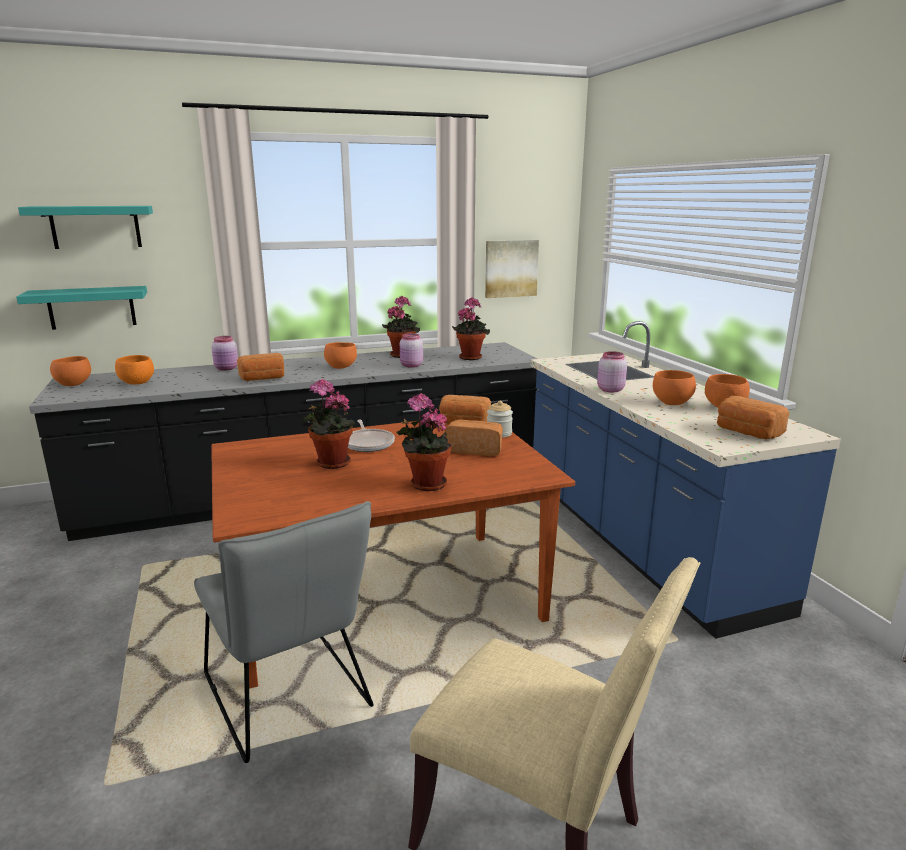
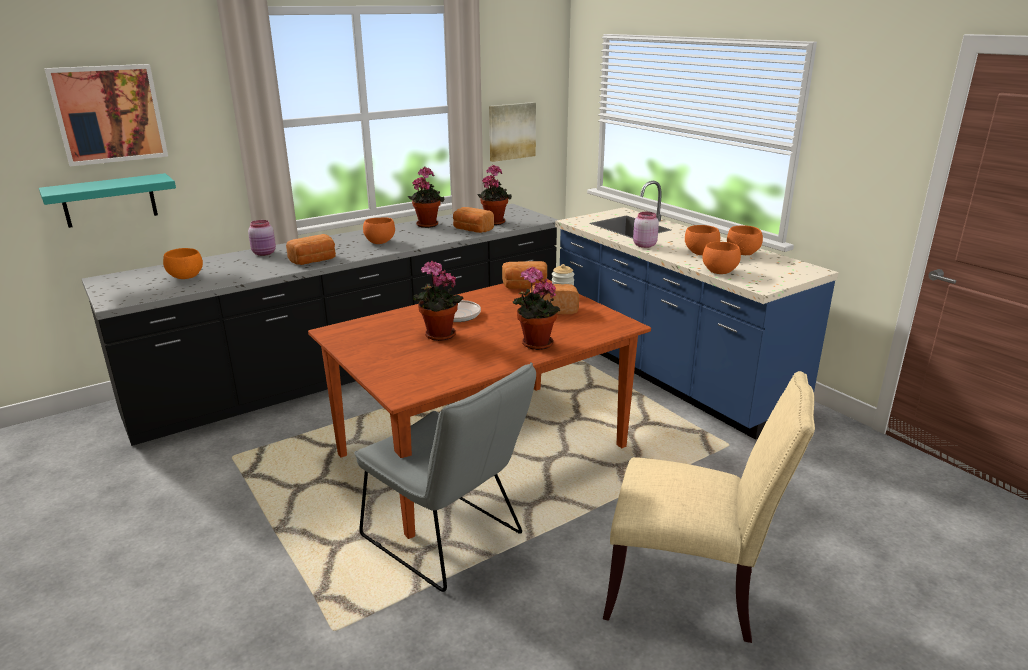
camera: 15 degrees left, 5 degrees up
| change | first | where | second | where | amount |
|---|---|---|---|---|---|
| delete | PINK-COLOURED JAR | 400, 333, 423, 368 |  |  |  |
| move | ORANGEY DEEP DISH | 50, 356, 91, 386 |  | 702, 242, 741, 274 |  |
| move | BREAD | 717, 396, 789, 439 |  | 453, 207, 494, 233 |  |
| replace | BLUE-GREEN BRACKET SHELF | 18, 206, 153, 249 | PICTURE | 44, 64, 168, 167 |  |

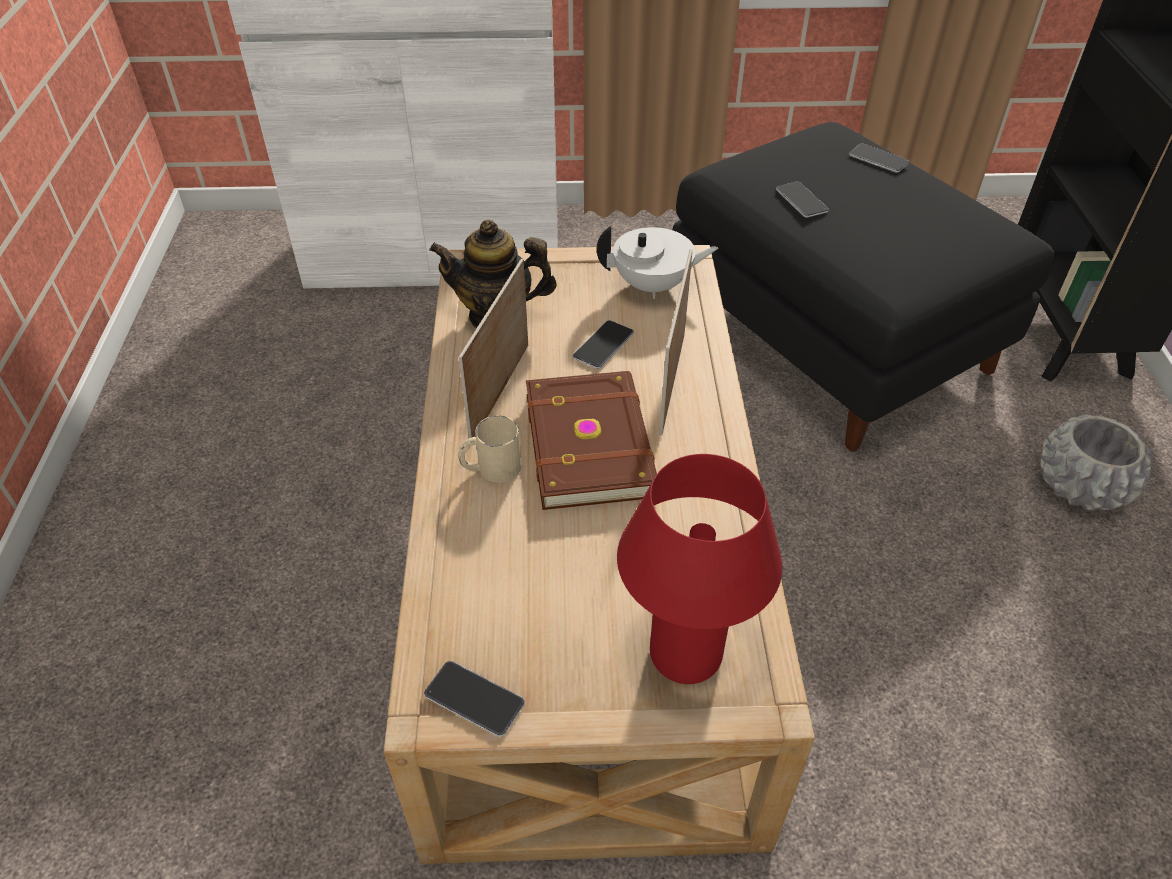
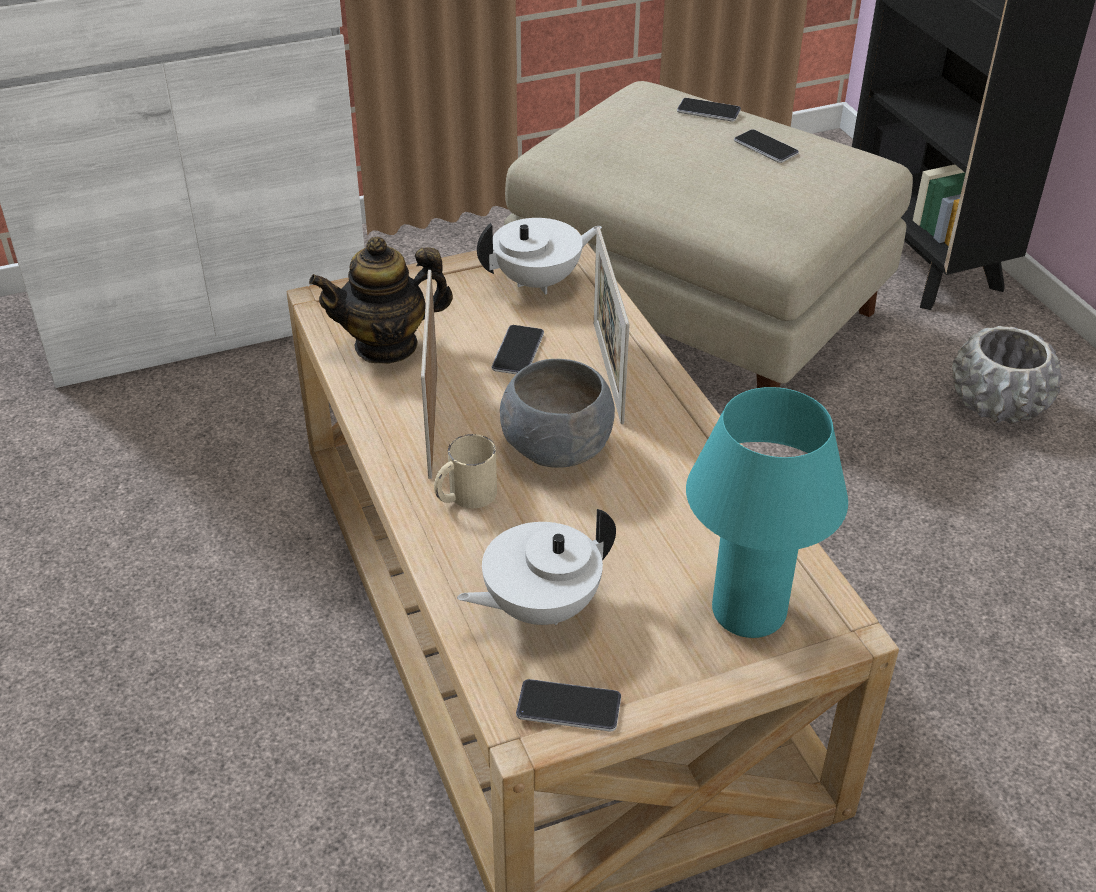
camera: 20 degrees left, 5 degrees down
| change | first | where | second | where | amount |
|---|---|---|---|---|---|
| insert |  |  | WHITE-COLOURED TEAPOT | 457, 509, 616, 625 |  |
| move | PHONE | 776, 182, 829, 217 |  | 734, 129, 799, 163 |  |
| replace | BROWN BOOK | 526, 371, 657, 510 | GREYISH DEEP DISH | 500, 359, 615, 468 |  |
| recolor | RED LAMP FOR A TABLE | 617, 454, 782, 684 | BLUE-GREEN LAMP FOR A TABLE | 686, 387, 848, 638 |  |
| recolor | BLACK-COLOURED OTTOMAN | 673, 122, 1055, 452 | BEIGE-COLOURED OTTOMAN | 504, 81, 913, 388 |  |

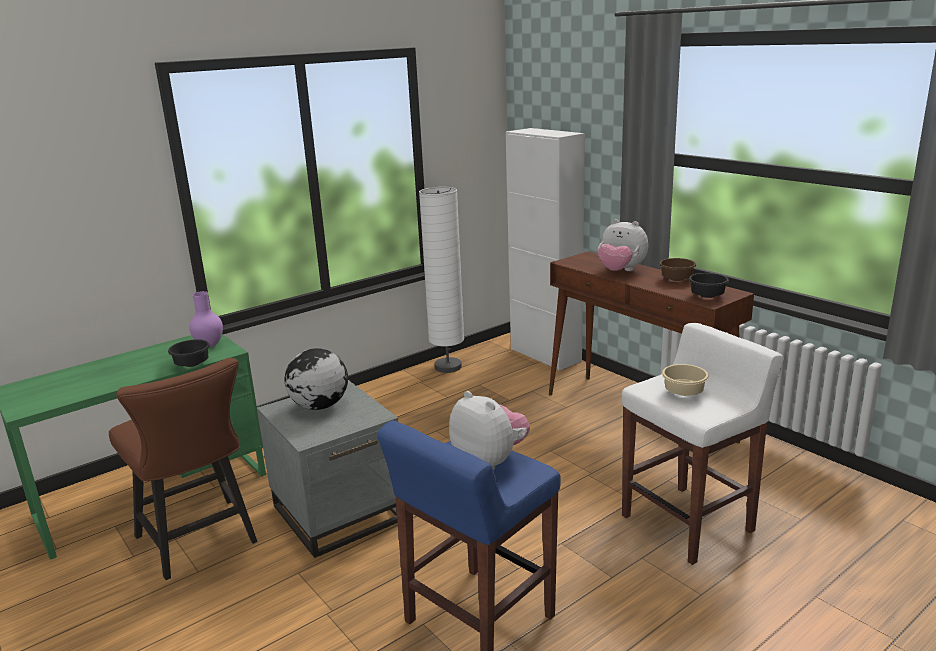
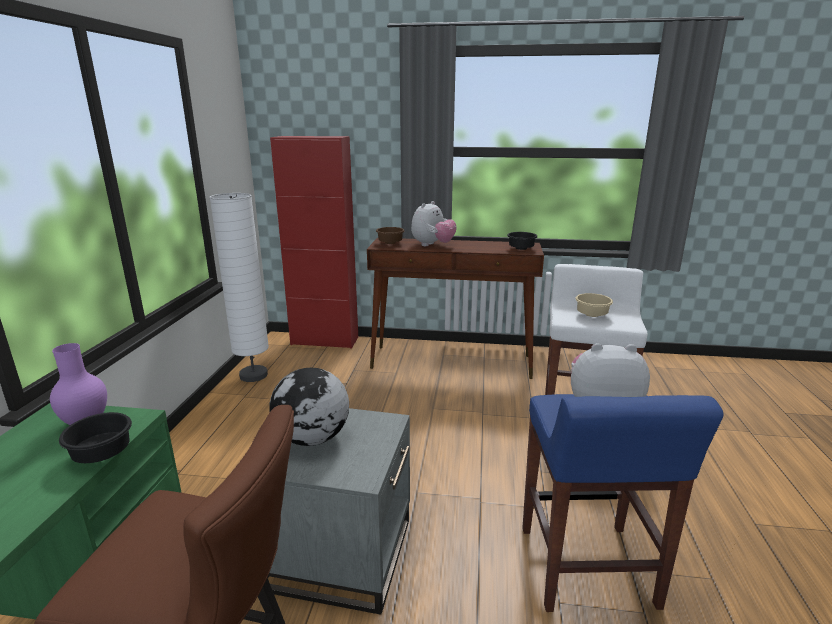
camera: 45 degrees left, 0 degrees up
| change | first | where | second | where | amount |
|---|---|---|---|---|---|
| move | BROWN DEEP DISH | 659, 258, 696, 281 |  | 376, 227, 404, 244 |  |
| recolor | WHITE-COLOURED STORAGE CABINET | 506, 128, 585, 370 | RED STORAGE CABINET | 270, 136, 358, 349 |  |
| rotate | SOFT TOY | 598, 219, 648, 271 |  | 411, 201, 457, 246 | 45 degrees counterclockwise |

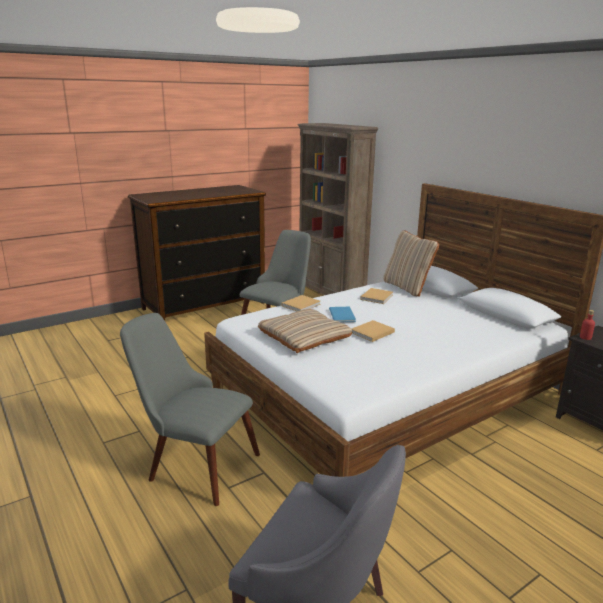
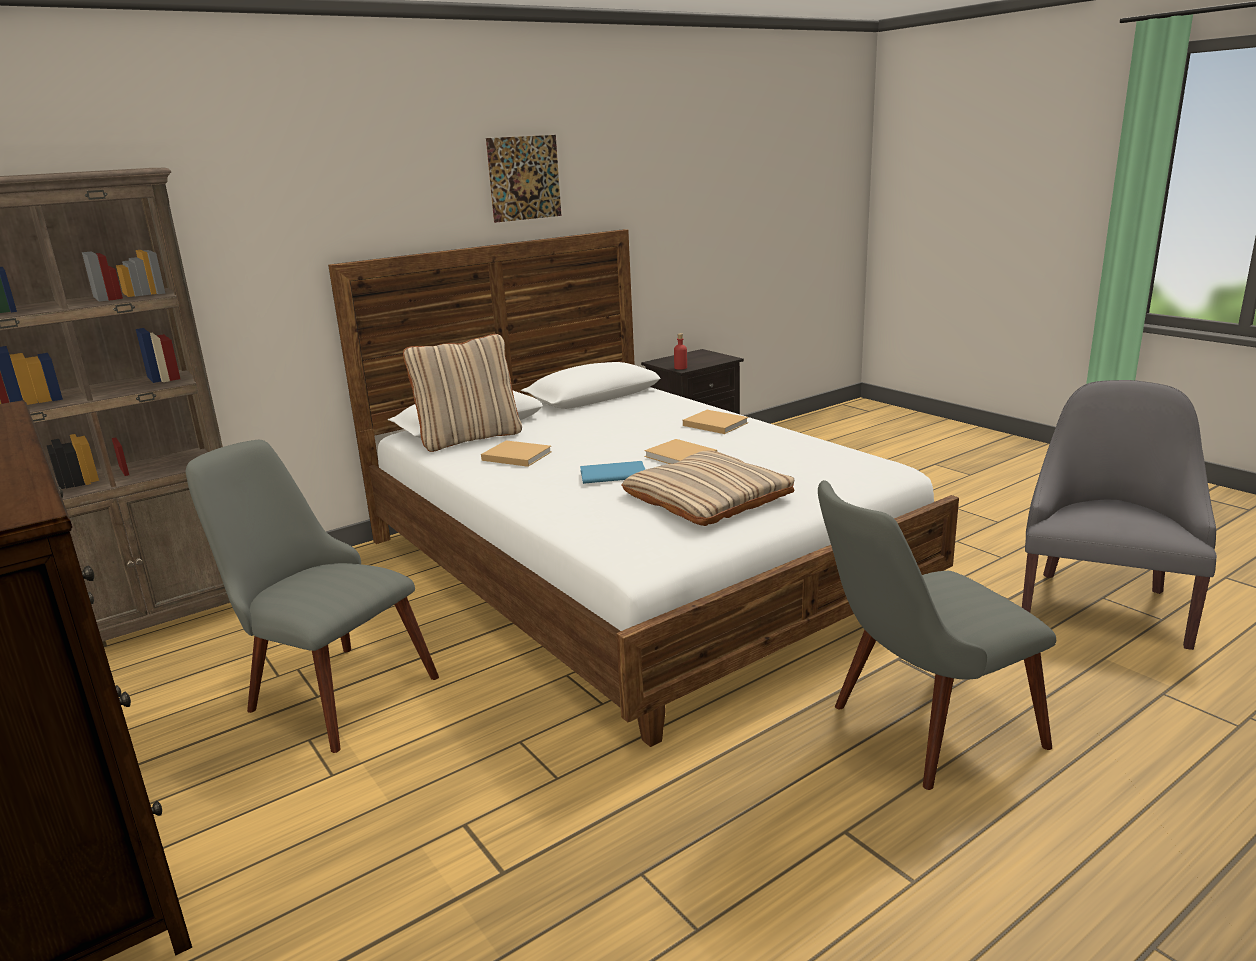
camera: 90 degrees left, 0 degrees up
| change | first | where | second | where | amount |
|---|---|---|---|---|---|
| insert |  |  | PICTURE | 486, 135, 562, 223 |  |
| move | BEIGE-COLOURED BOOK | 282, 295, 321, 311 |  | 683, 410, 748, 434 |  |
| rotate | GREYISH CHAIR | 120, 313, 260, 506 |  | 818, 480, 1056, 790 | 45 degrees clockwise |

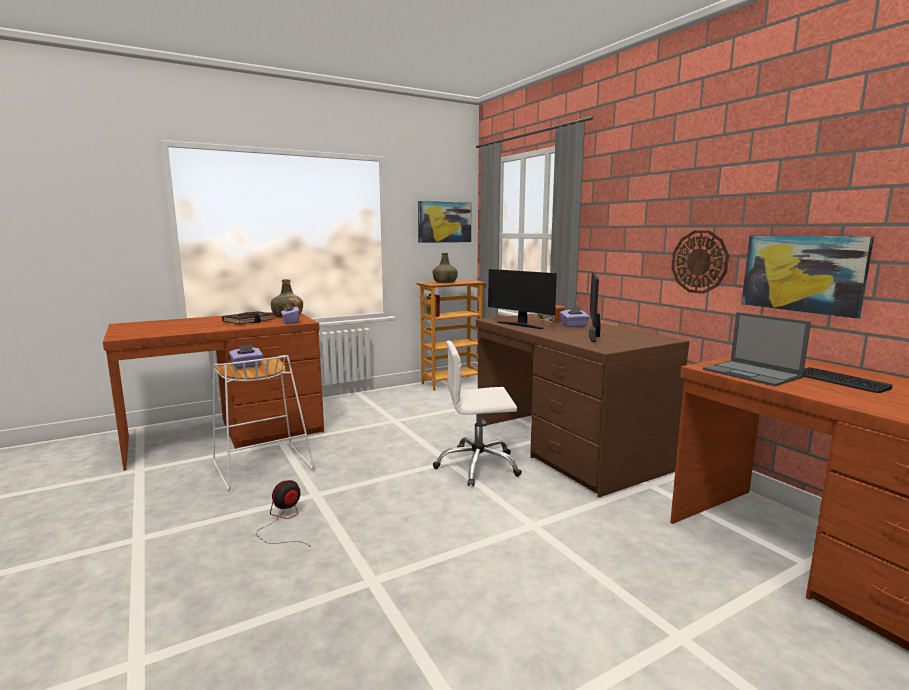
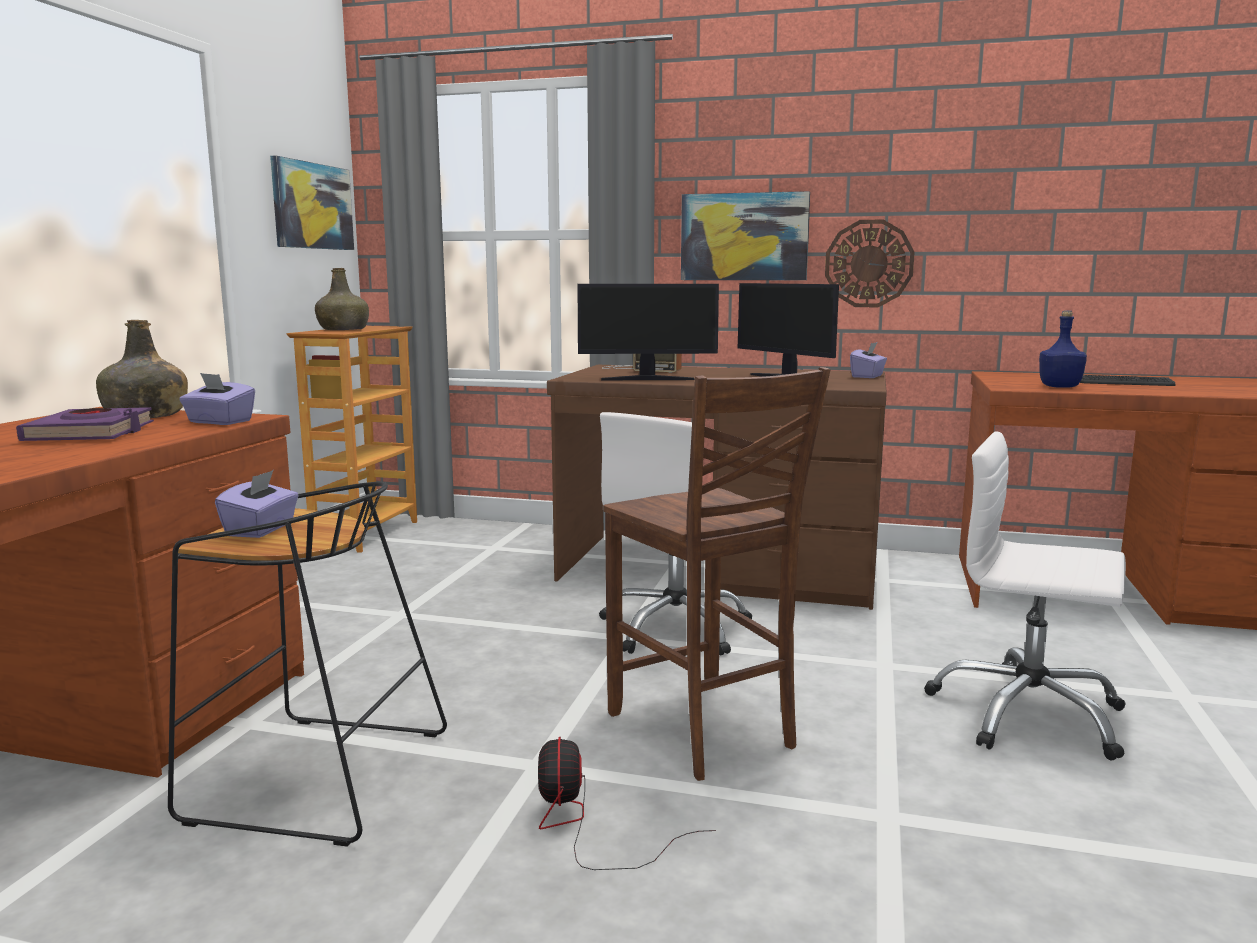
camera: 45 degrees left, 0 degrees up
| change | first | where | second | where | amount |
|---|---|---|---|---|---|
| insert |  |  | BROWN CHAIR | 603, 367, 830, 781 |  |
| insert |  |  | WHITE-COLOURED DESK CHAIR | 924, 431, 1126, 761 |  |
| move | PURPLISH TISSUE BOX | 560, 306, 590, 327 |  | 850, 342, 887, 378 |  |
| move | PICTURE | 741, 235, 874, 319 |  | 681, 191, 810, 280 |  |
| replace | PORTABLE COMPUTER | 703, 312, 811, 386 | BLUE BEVERAGE BOTTLE | 1039, 310, 1087, 388 |  |
| recolor | WHITE-COLOURED SITTING STOOL | 213, 355, 314, 492 | BLACK-COLOURED SITTING STOOL | 168, 482, 447, 847 |  |
| recolor | BLACK-COLOURED BOOK | 222, 311, 274, 325 | PURPLISH BOOK | 16, 407, 154, 441 |  |

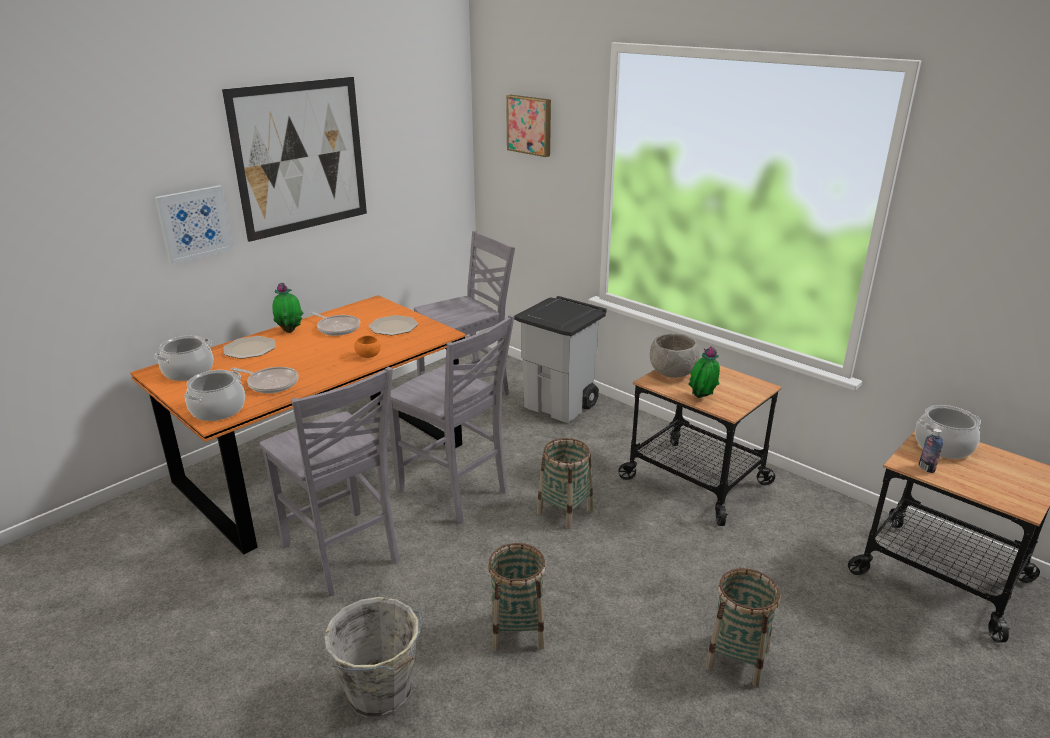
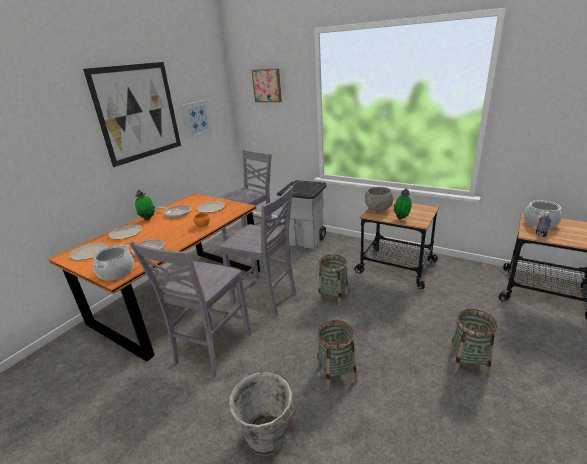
camera: 10 degrees left, 0 degrees up
| change | first | where | second | where | amount |
|---|---|---|---|---|---|
| move | PICTURE | 155, 185, 233, 264 |  | 183, 100, 213, 138 |  |
| replace | SAUCEPOT | 154, 335, 213, 381 | FLAT DISH | 69, 242, 108, 261 |  |
| rotate | GREYISH CHAIR | 260, 367, 399, 596 |  | 129, 241, 252, 377 | 75 degrees clockwise |

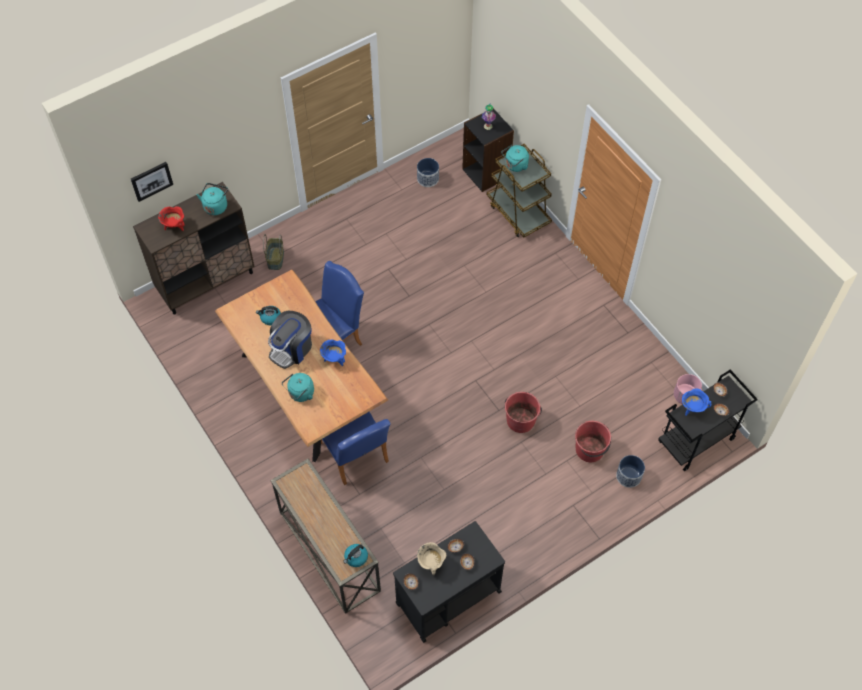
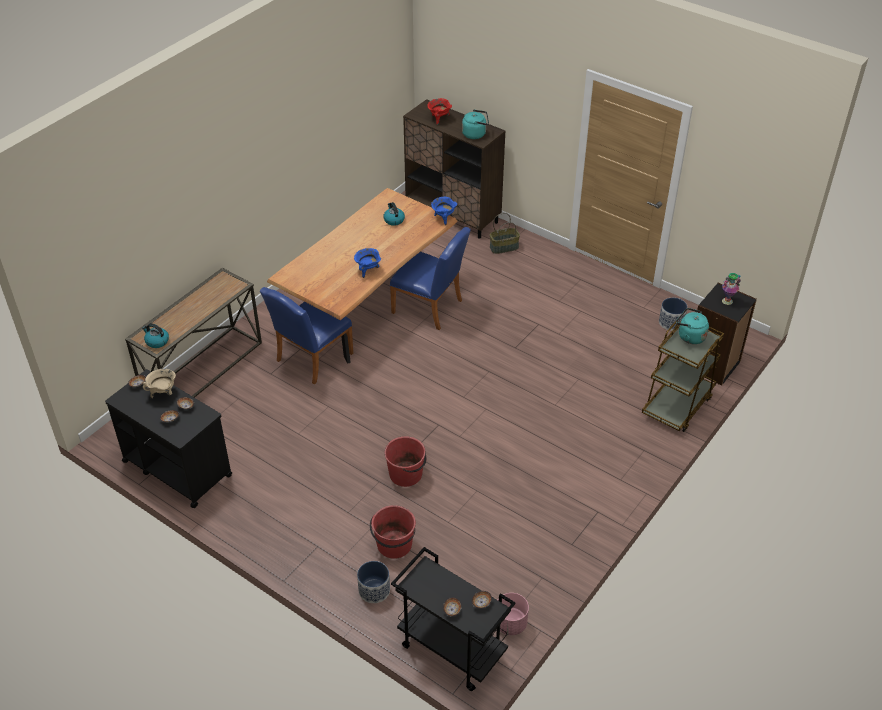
camera: 70 degrees right, 15 degrees down
| change | first | where | second | where | amount |
|---|---|---|---|---|---|
| delete | PICTURE | 131, 162, 173, 202 |  |  |  |
| delete | COFFEE MACHINE | 268, 311, 312, 369 |  |  |  |
| delete | BLUE-GREEN KETTLE | 282, 373, 314, 402 |  |  |  |
| move | BLUE SAUCEPOT | 682, 388, 711, 416 |  | 431, 197, 457, 225 |  |

